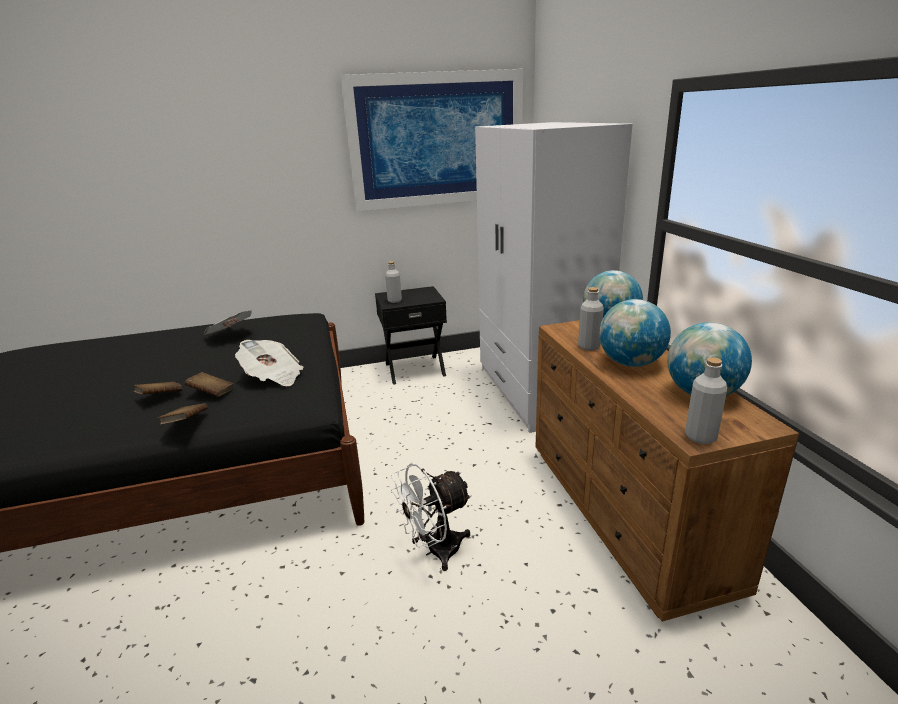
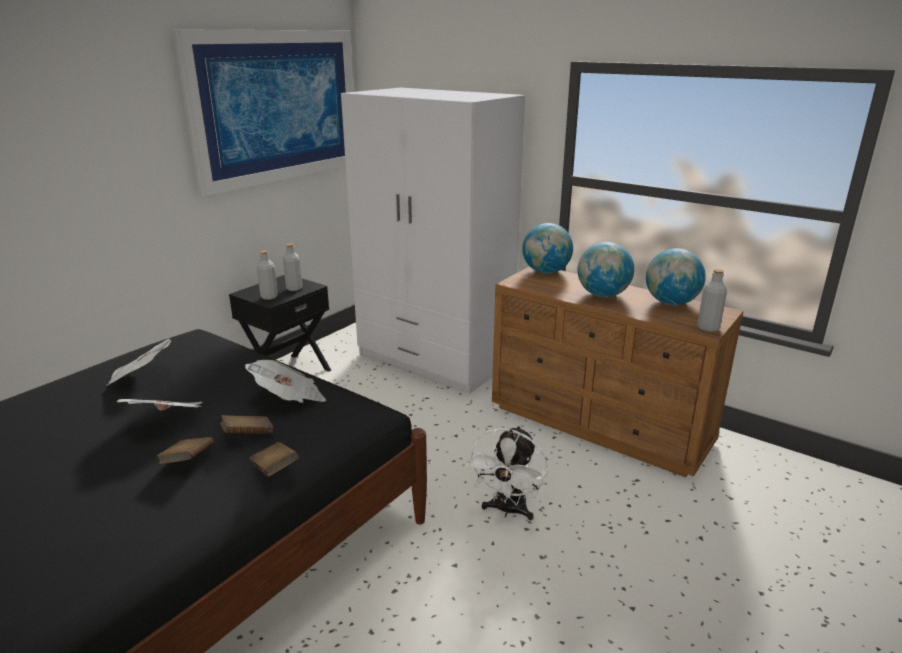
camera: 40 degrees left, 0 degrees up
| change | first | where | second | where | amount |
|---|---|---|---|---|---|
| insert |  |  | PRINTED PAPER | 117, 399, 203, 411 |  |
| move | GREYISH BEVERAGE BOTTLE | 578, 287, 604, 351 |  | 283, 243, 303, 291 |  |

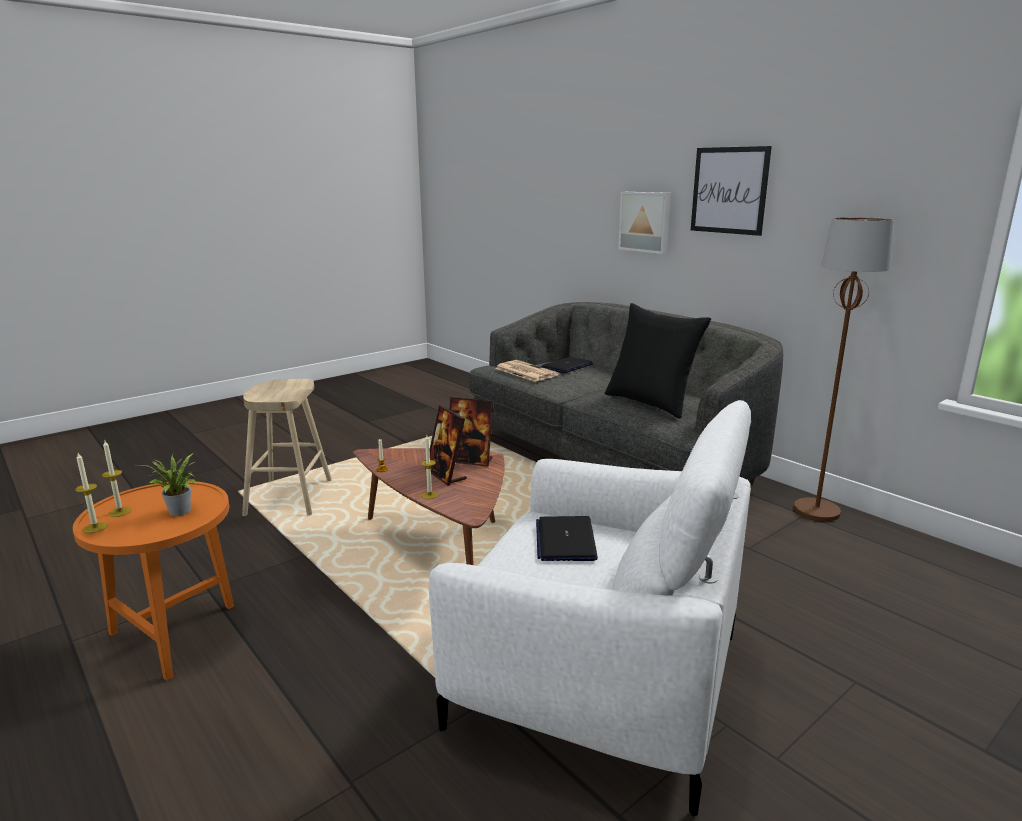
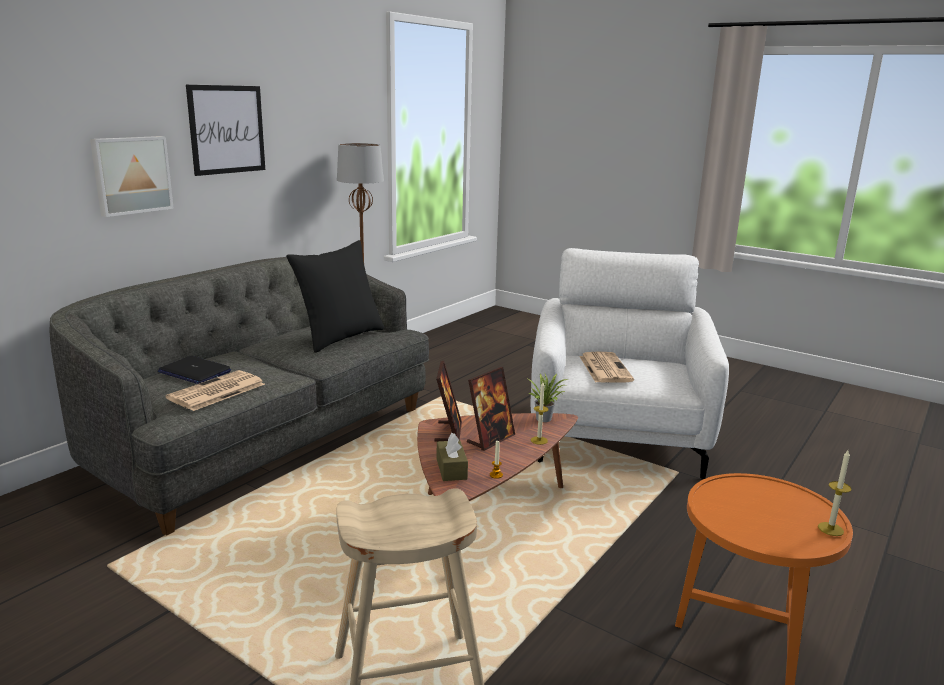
camera: 105 degrees left, 0 degrees up
| change | first | where | second | where | amount |
|---|---|---|---|---|---|
| delete | WAX CANDLE | 102, 441, 132, 517 |  |  |  |
| insert |  |  | BROWN TISSUE BOX | 437, 433, 468, 481 |  |
| move | PLANT IN A POT | 143, 453, 196, 516 |  | 528, 374, 569, 422 |  |
| replace | PORTABLE COMPUTER | 536, 516, 598, 561 | PRINTED PAPER | 579, 352, 634, 383 |  |

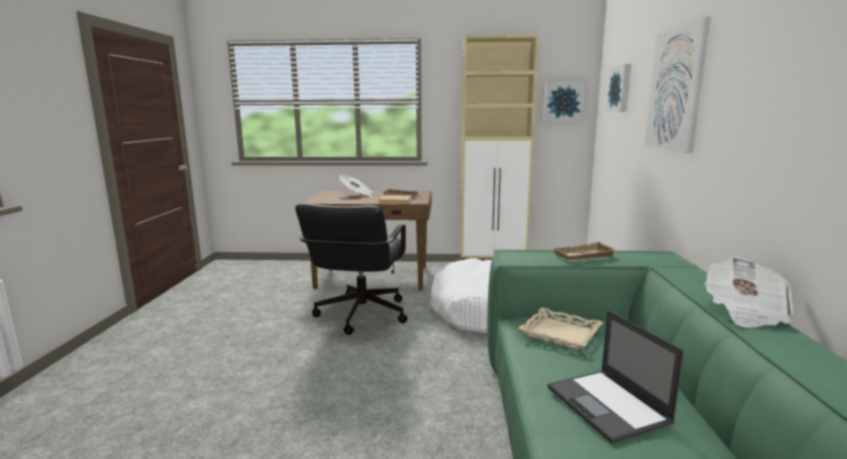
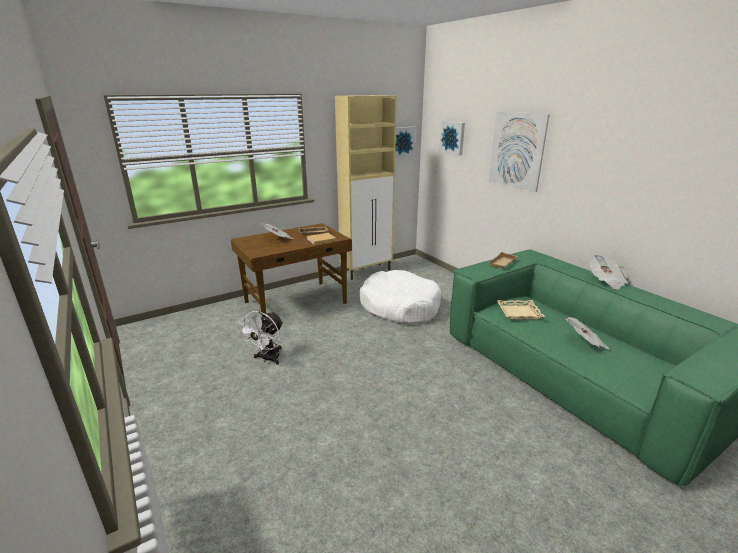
camera: 35 degrees left, 10 degrees up
| change | first | where | second | where | amount |
|---|---|---|---|---|---|
| delete | BLACK-COLOURED DESK CHAIR | 295, 203, 408, 335 |  |  |  |
| insert |  |  | WHITE-COLOURED FAN | 238, 311, 283, 365 |  |
| replace | PORTABLE COMPUTER | 548, 310, 684, 443 | PRINTED PAPER | 565, 317, 610, 350 |  |

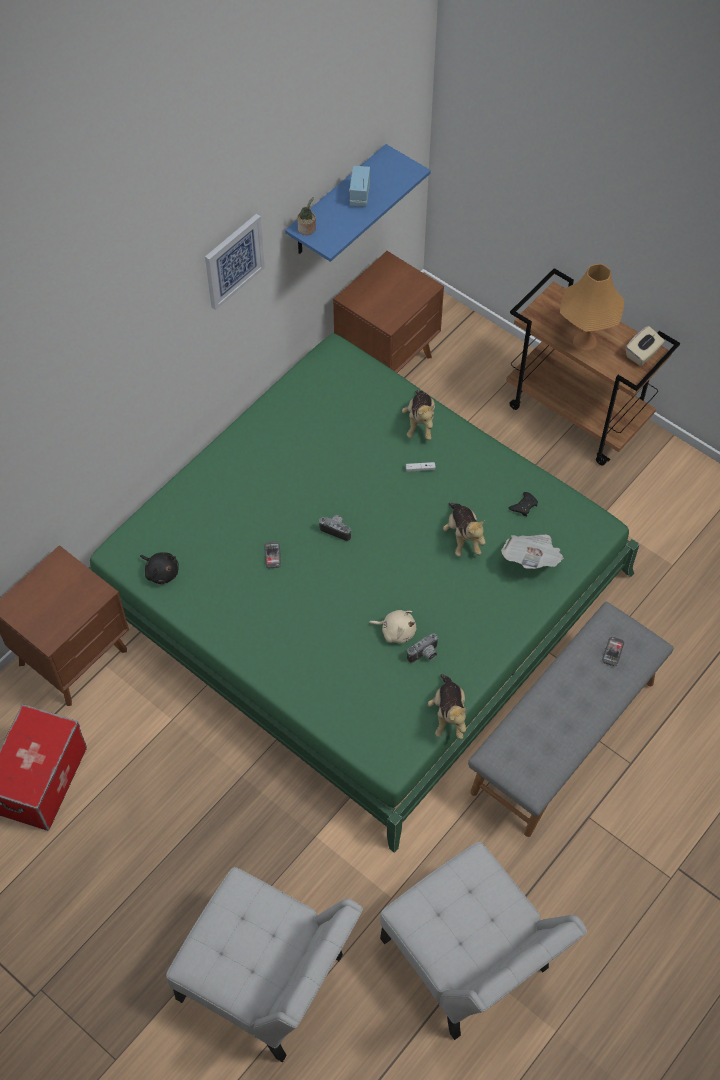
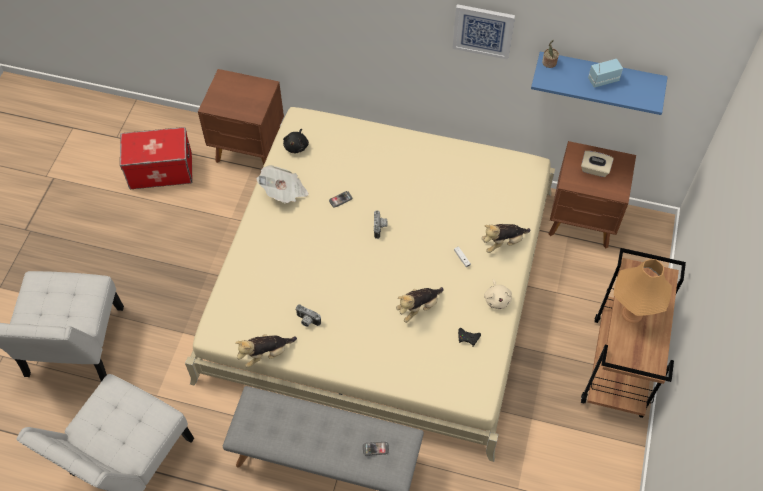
camera: 65 degrees right, 0 degrees up
| change | first | where | second | where | amount |
|---|---|---|---|---|---|
| move | BEIGE-COLOURED SOFT TOY | 369, 610, 416, 643 |  | 484, 279, 512, 309 |  |
| move | PRINTED PAPER | 501, 534, 564, 569 |  | 256, 165, 309, 204 |  |
| move | BEIGE-COLOURED TISSUE BOX | 626, 326, 665, 366 |  | 581, 151, 614, 177 |  |
| recolor | GREEN-COLOURED BED | 89, 333, 640, 853 | BEIGE-COLOURED BED | 185, 107, 555, 462 |  |

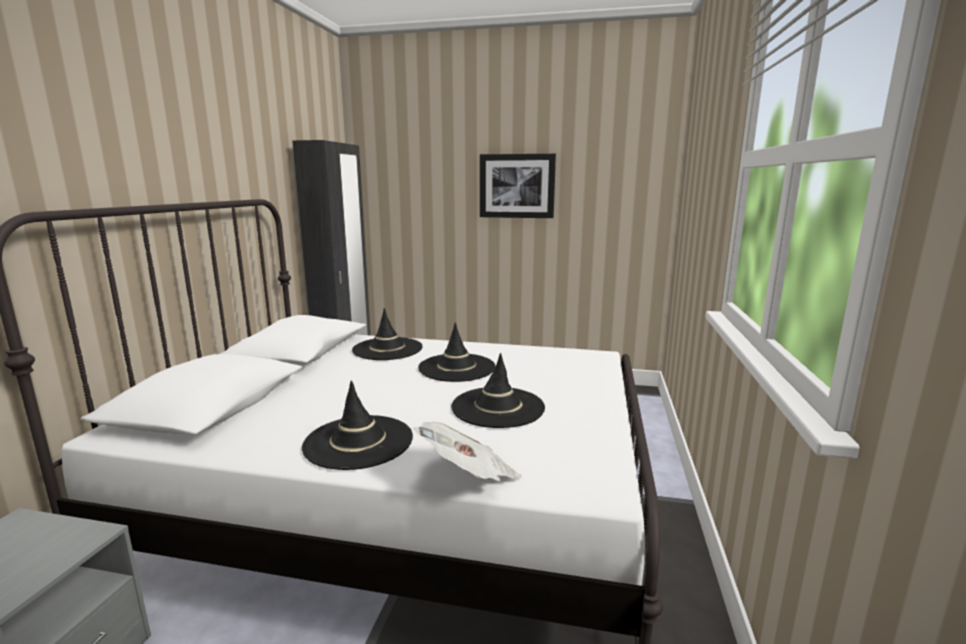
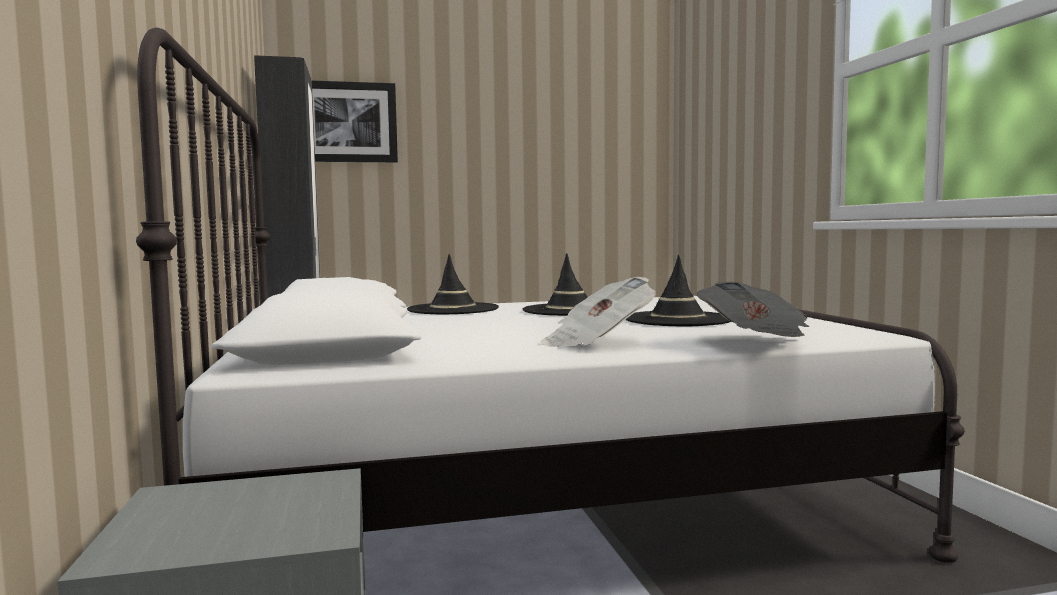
camera: 25 degrees left, 10 degrees down
| change | first | where | second | where | amount |
|---|---|---|---|---|---|
| move | PICTURE | 480, 154, 556, 218 |  | 312, 80, 398, 162 |  |
| replace | BLACK-COLOURED WEARABLE HAT | 302, 381, 413, 470 | PRINTED PAPER | 541, 277, 656, 347 |  |

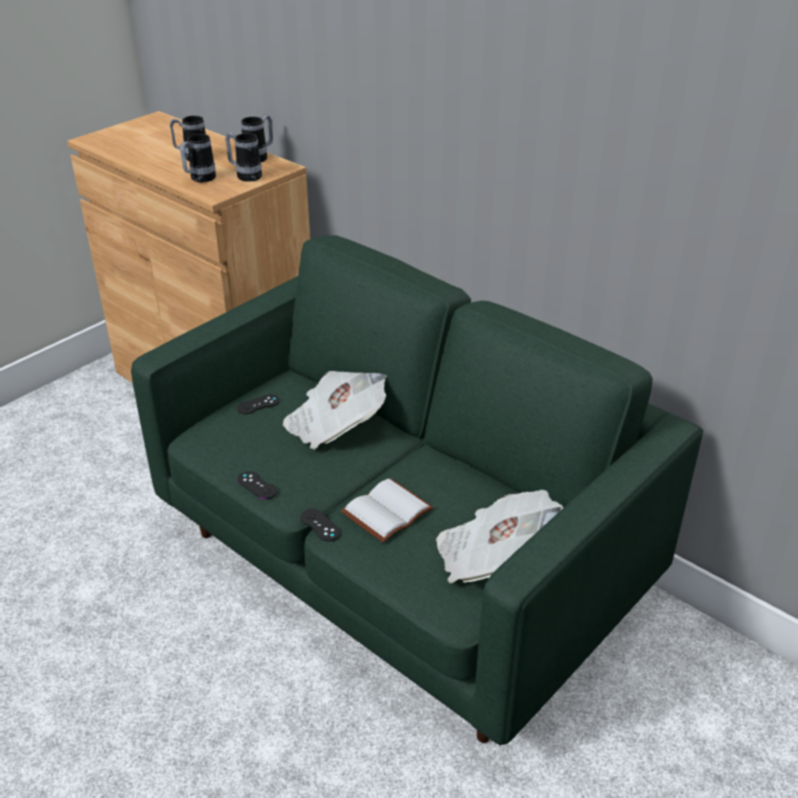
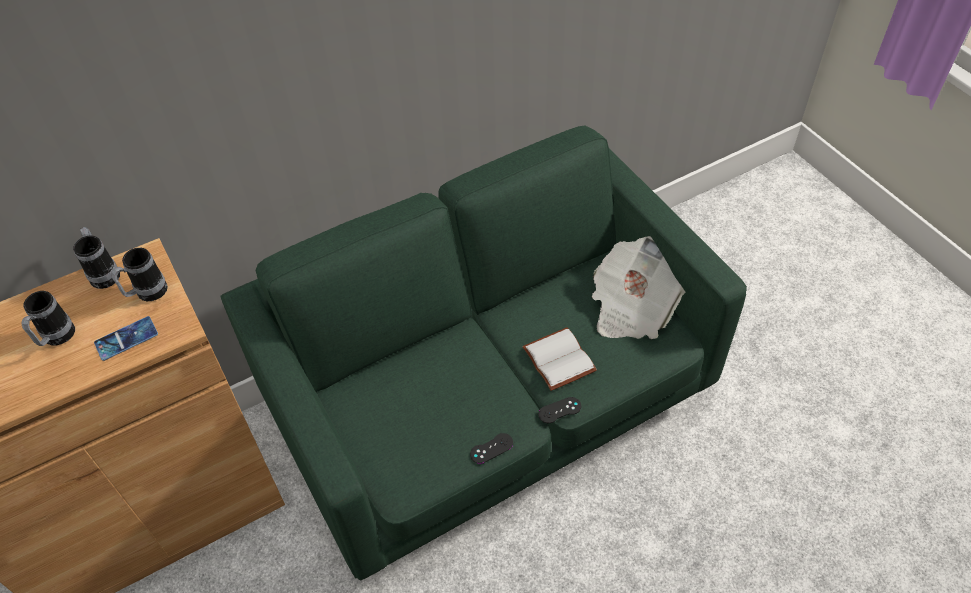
camera: 70 degrees left, 15 degrees up
| change | first | where | second | where | amount |
|---|---|---|---|---|---|
| delete | BLACK-COLOURED GAME CONTROLLER | 237, 394, 280, 414 |  |  |  |
| delete | PRINTED PAPER | 283, 371, 387, 449 |  |  |  |
| replace | MUG | 180, 134, 216, 182 | PHONE | 94, 316, 158, 361 |  |

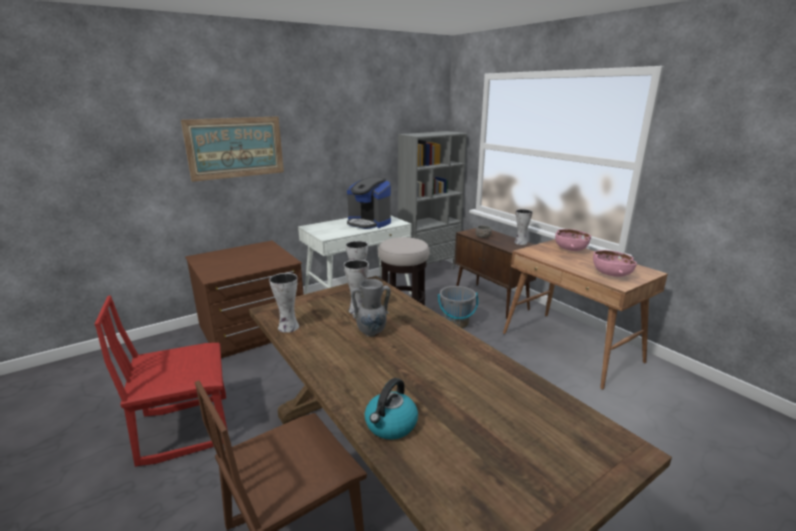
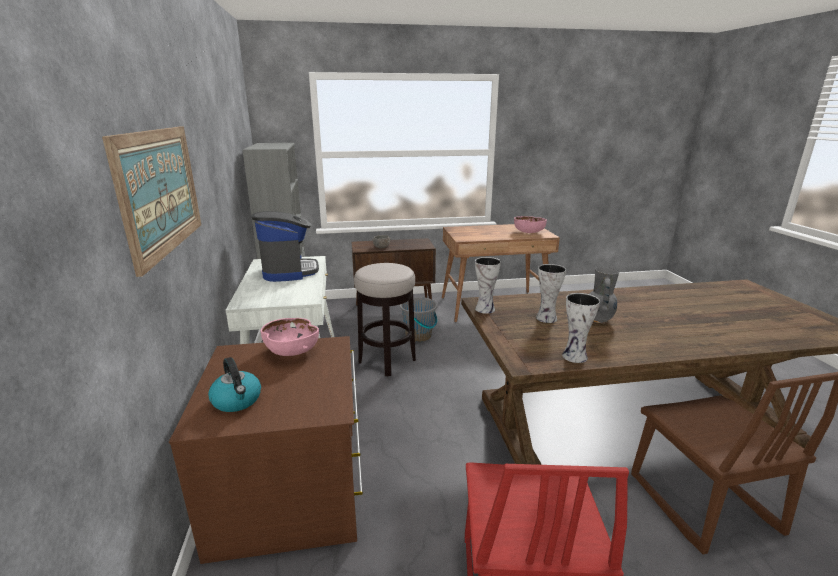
camera: 65 degrees left, 0 degrees up
| change | first | where | second | where | amount |
|---|---|---|---|---|---|
| delete | FLOWER VASE | 514, 209, 533, 245 |  |  |  |
| move | KETTLE | 365, 378, 418, 440 |  | 208, 357, 261, 412 |  |
| move | PINK-COLOURED DEEP DISH | 555, 229, 591, 251 |  | 261, 318, 319, 356 |  |
| rotate | COFFEE MACHINE | 347, 177, 391, 229 |  | 251, 211, 319, 282 | 75 degrees counterclockwise |

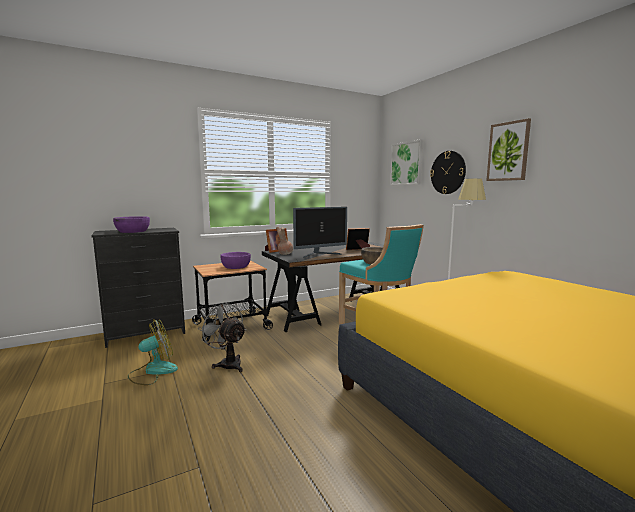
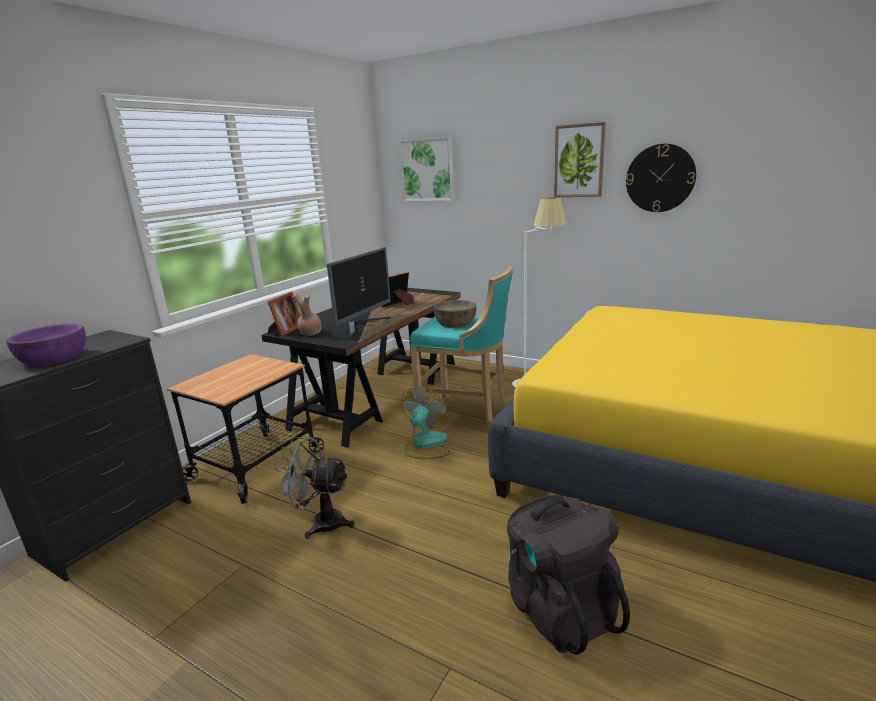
camera: 30 degrees left, 10 degrees up
| change | first | where | second | where | amount |
|---|---|---|---|---|---|
| delete | PURPLISH DEEP DISH | 220, 252, 251, 269 |  |  |  |
| insert |  |  | BLACK-COLOURED KNAPSACK | 507, 495, 630, 654 |  |
| move | FAN | 128, 319, 178, 385 |  | 401, 387, 450, 459 |  |
| move | HANGING CLOCK | 430, 151, 466, 194 |  | 626, 144, 696, 212 |  |

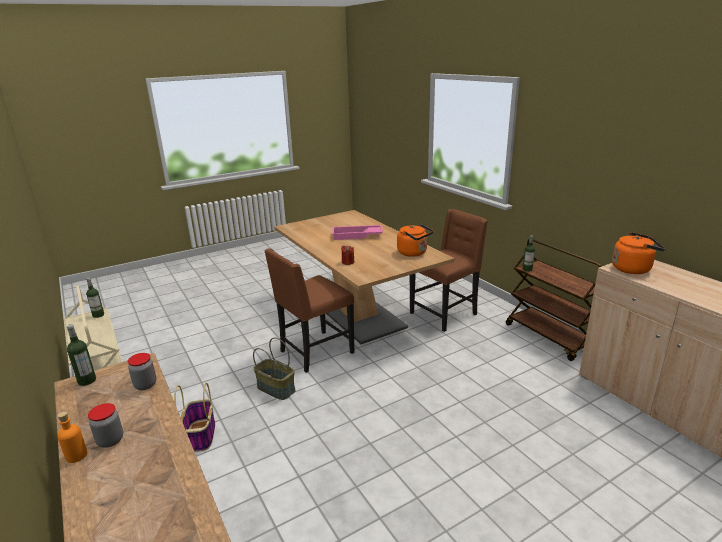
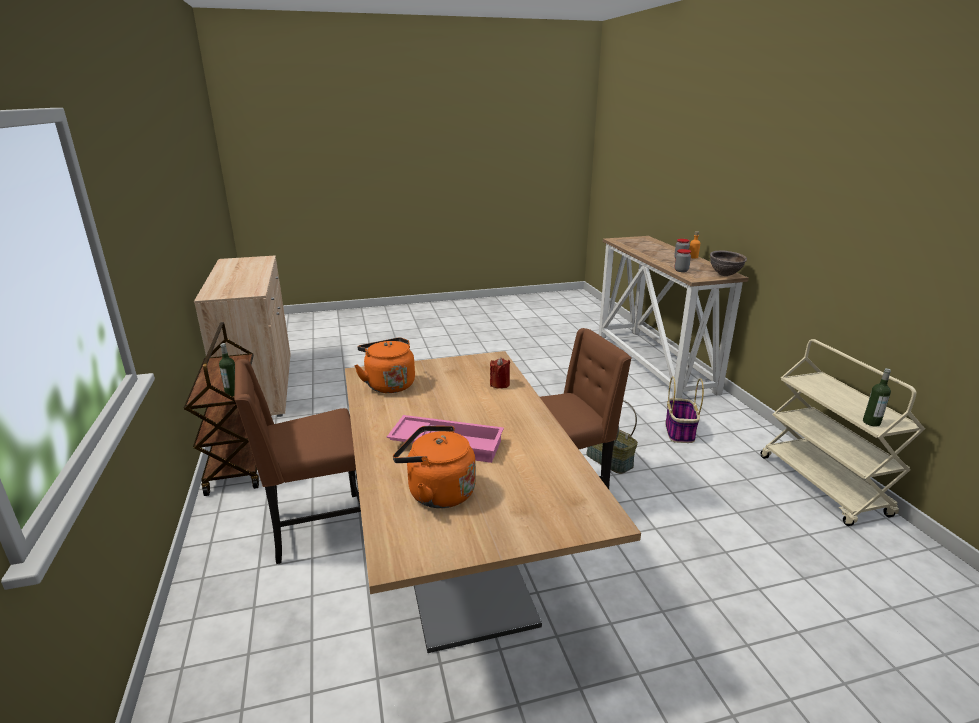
camera: 165 degrees left, 0 degrees up
| change | first | where | second | where | amount |
|---|---|---|---|---|---|
| move | ORANGEY KETTLE | 612, 232, 665, 274 |  | 393, 426, 476, 508 |  |
| replace | BEVERAGE BOTTLE | 67, 324, 96, 386 | BROWN DEEP DISH | 710, 251, 747, 276 |  |

